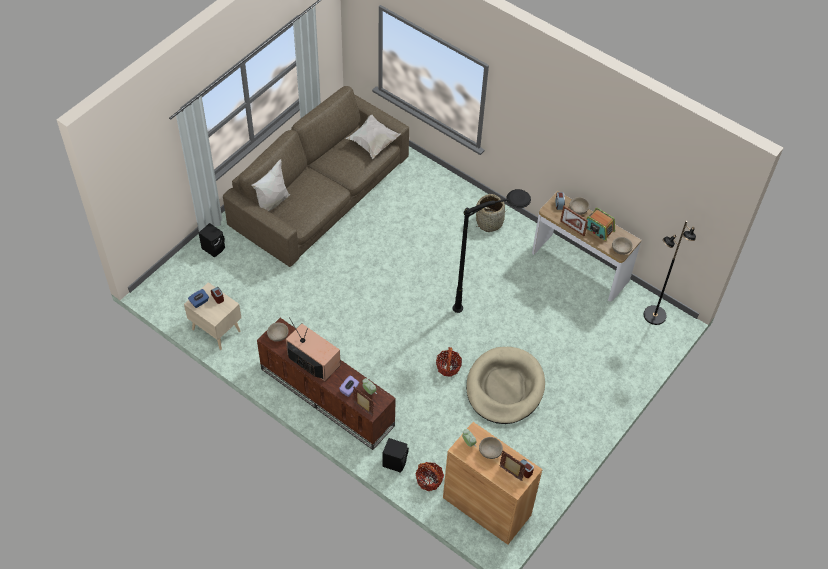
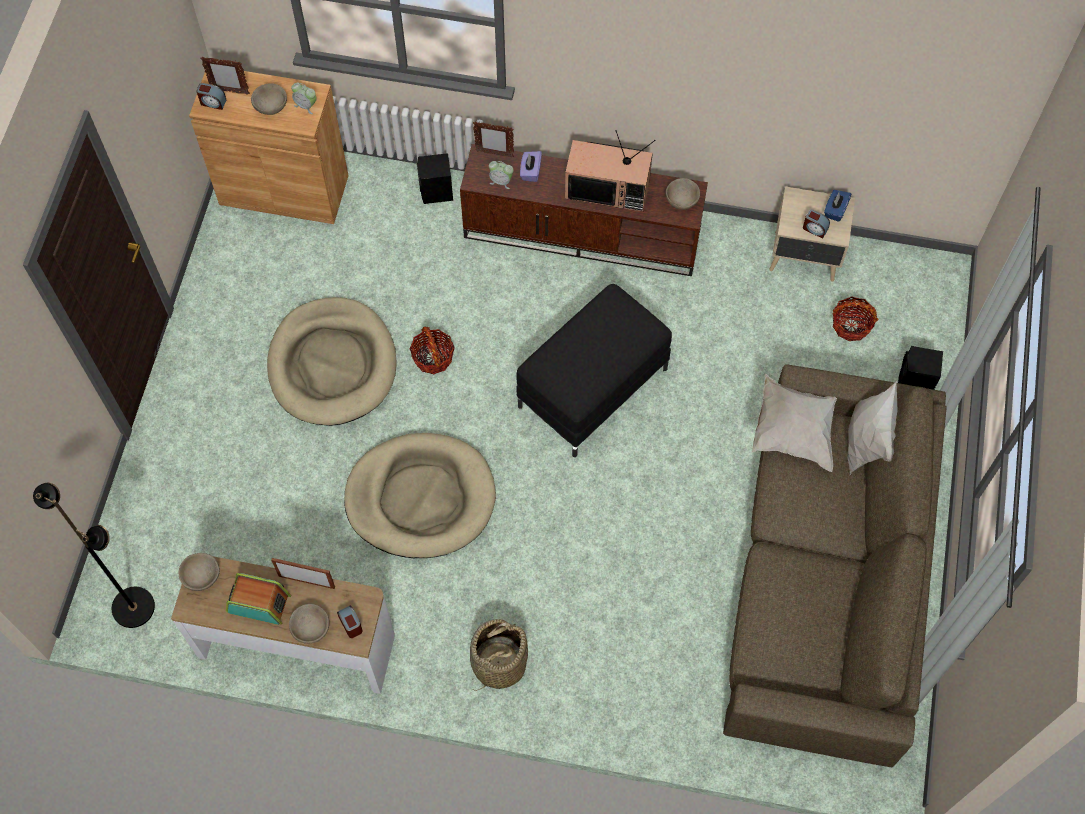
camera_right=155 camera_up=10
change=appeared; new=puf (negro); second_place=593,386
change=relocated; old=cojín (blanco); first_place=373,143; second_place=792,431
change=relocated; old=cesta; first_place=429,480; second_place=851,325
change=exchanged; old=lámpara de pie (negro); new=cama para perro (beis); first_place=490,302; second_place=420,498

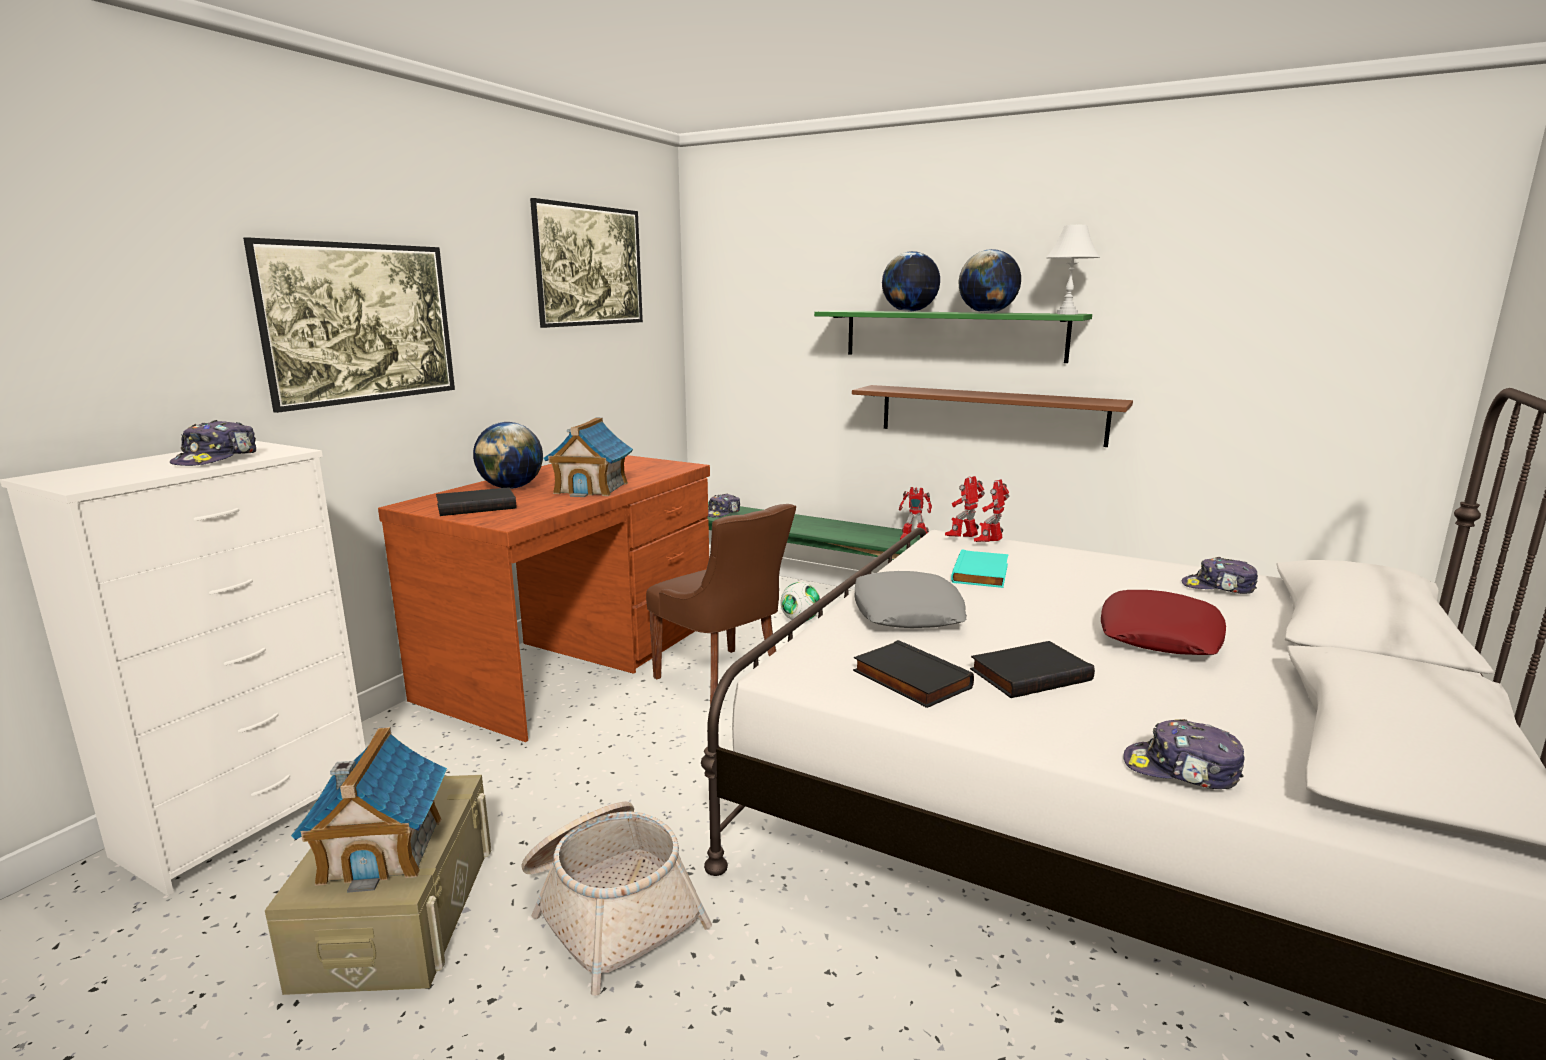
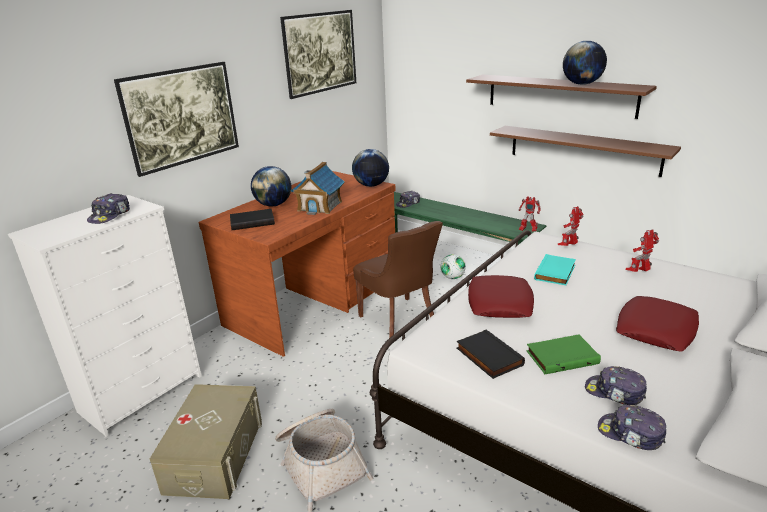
camera_right=10 camera_up=10
change=missing; old=casita; first_place=382,849
change=missing; old=lámpara de mesa (blanco); first_place=1067,314
change=relocated; old=globo terráqueo; first_place=909,311; second_place=371,185
change=relocated; old=robot de juguete; first_place=963,539; second_place=639,272
change=relocated; old=gorra; first_place=1218,588; second_place=614,392
change=colour; old=estante (verde); new=estante (marrón); first_place=953,335; second_place=560,95
change=colour; old=cojín (gris); new=cojín (rojo); first_place=906,612; second_place=499,303
change=colour; old=libro (negro); new=libro (verde); first_place=1029,674; second_place=561,356

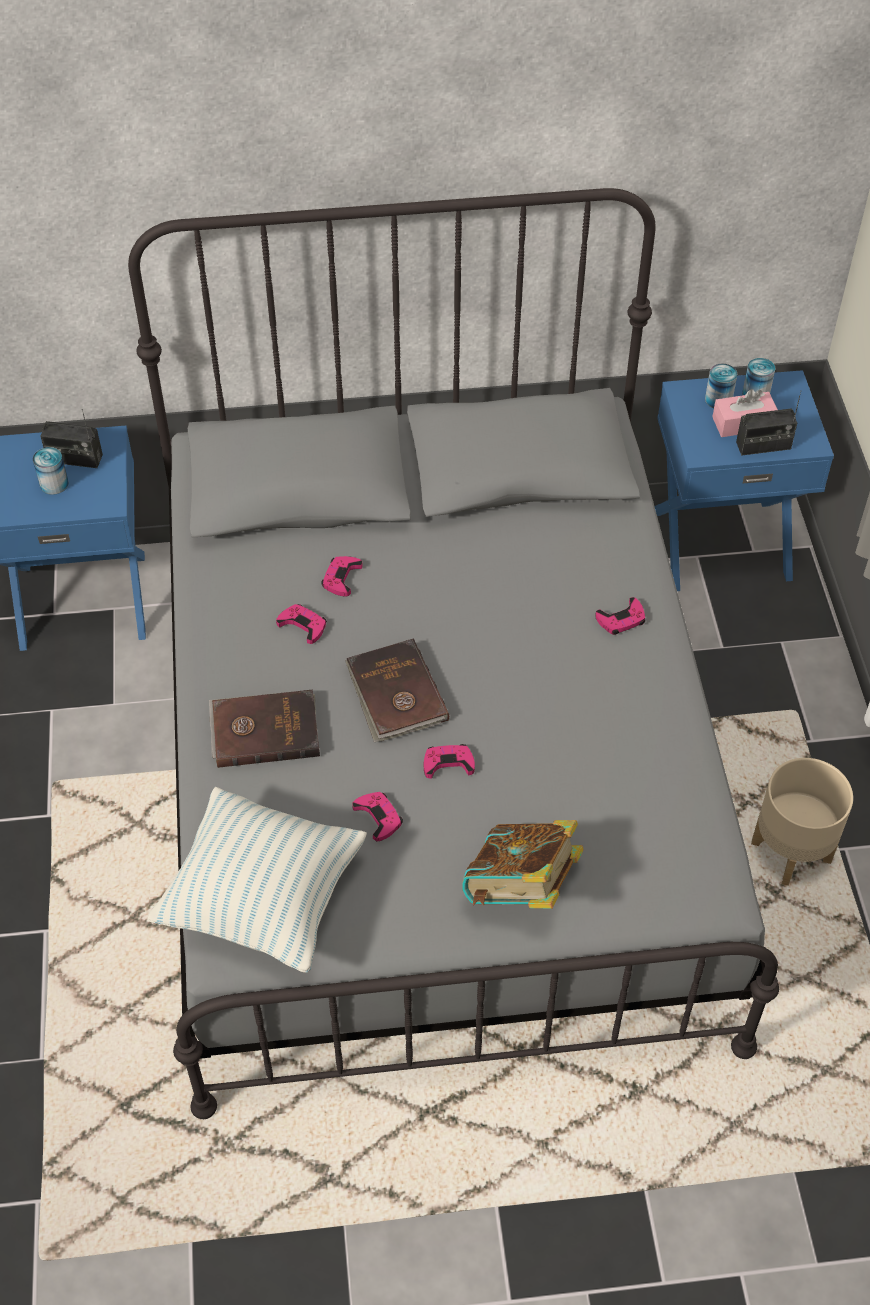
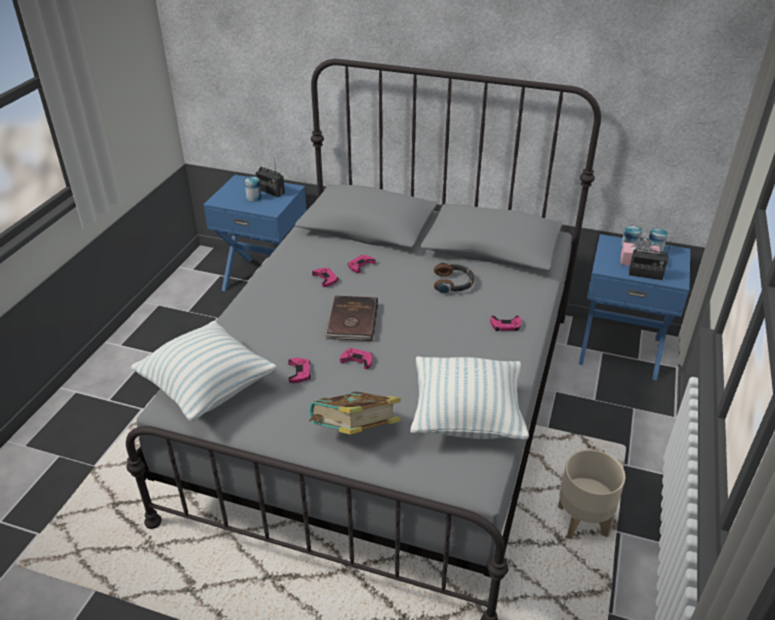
camera_right=25 camera_up=-15
change=missing; old=libro (marrón); first_place=264,730
change=appeared; new=cojín; second_place=466,417
change=appeared; new=auriculares; second_place=453,283

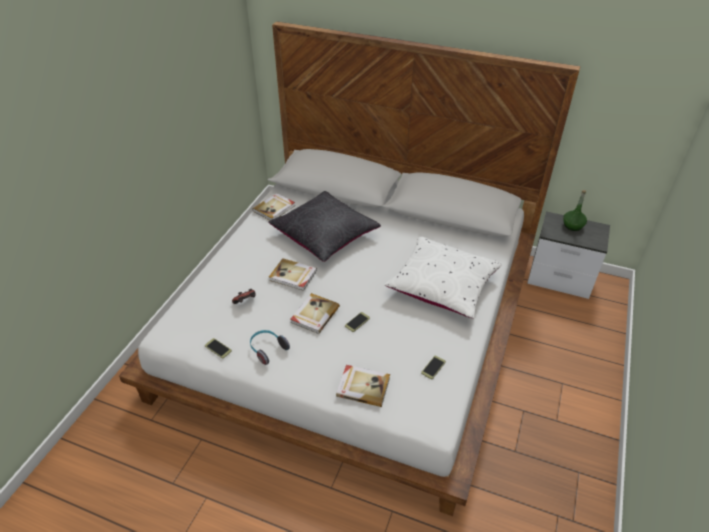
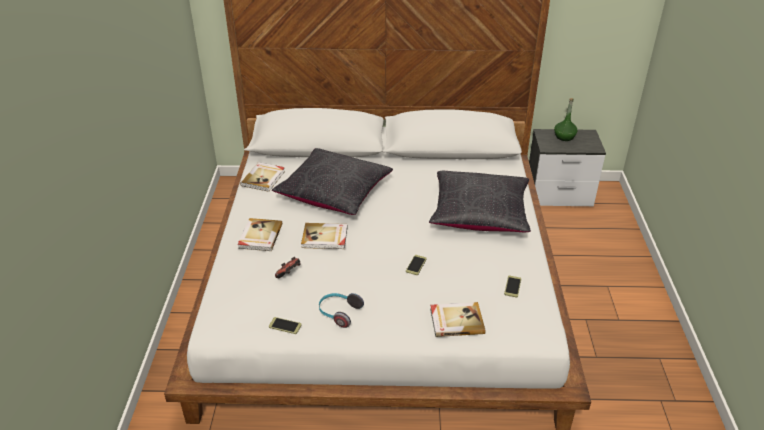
camera_right=-20 camera_up=-5
change=relocated; old=libro; first_place=314,314; second_place=259,236
change=colour; old=cojín (blanco); new=cojín (negro); first_place=442,286; second_place=479,213

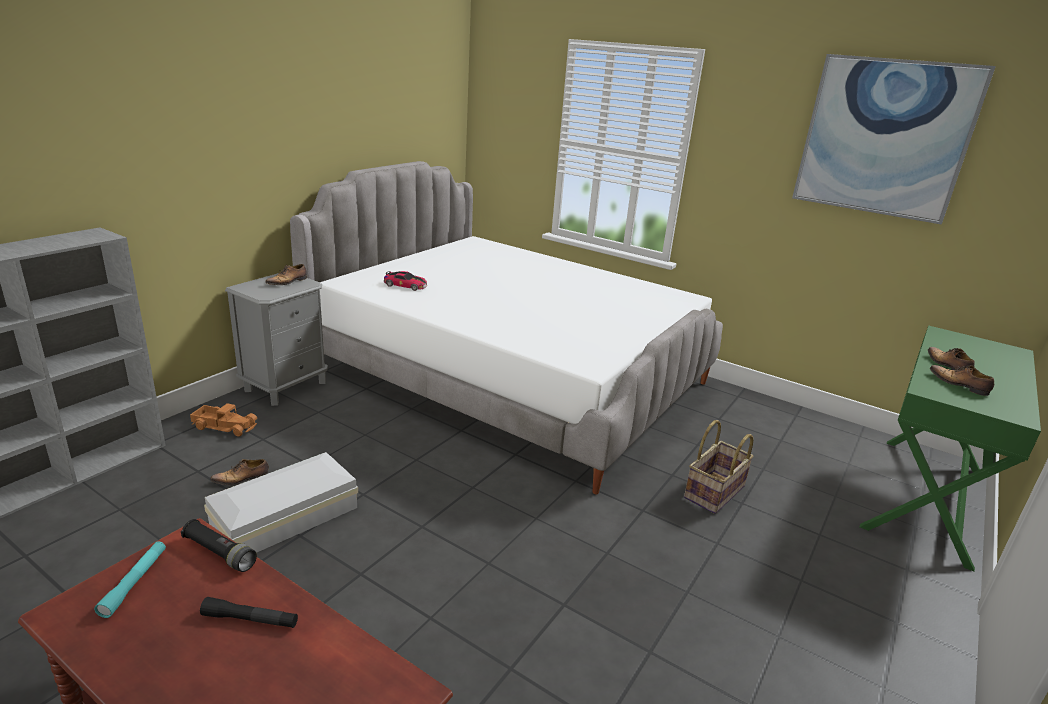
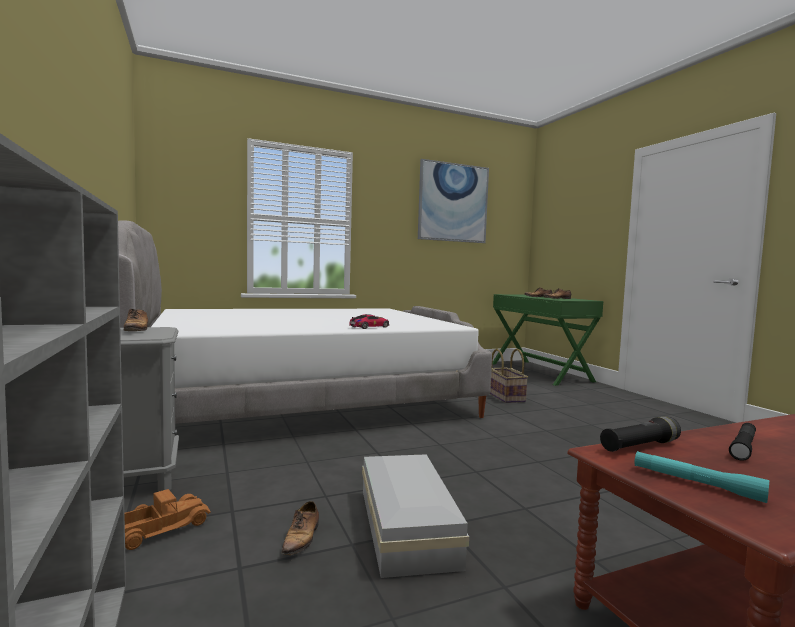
camera_right=-55 camera_up=-20
change=relocated; old=coche de juguete; first_place=405,285; second_place=369,327

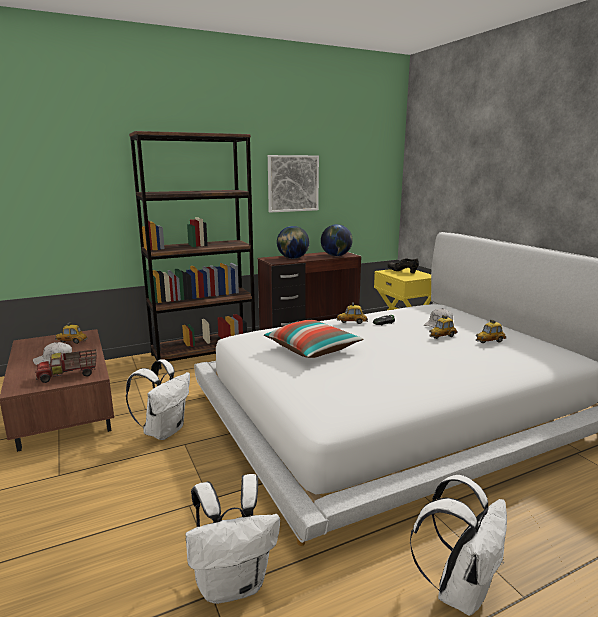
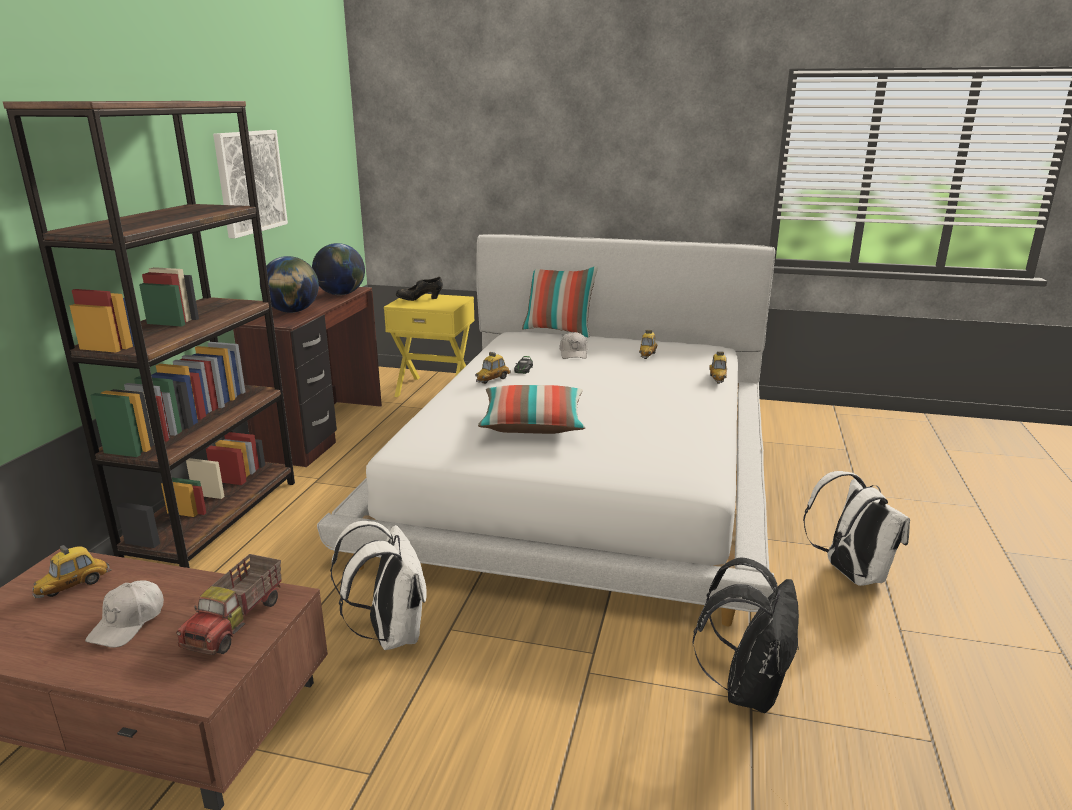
camera_right=-50 camera_up=5
change=appeared; new=cojín; second_place=559,331
change=relocated; old=coche de juguete; first_place=442,336; second_place=717,379
change=colour; old=mochila (blanco); new=mochila (negro); first_place=233,583; second_place=747,689

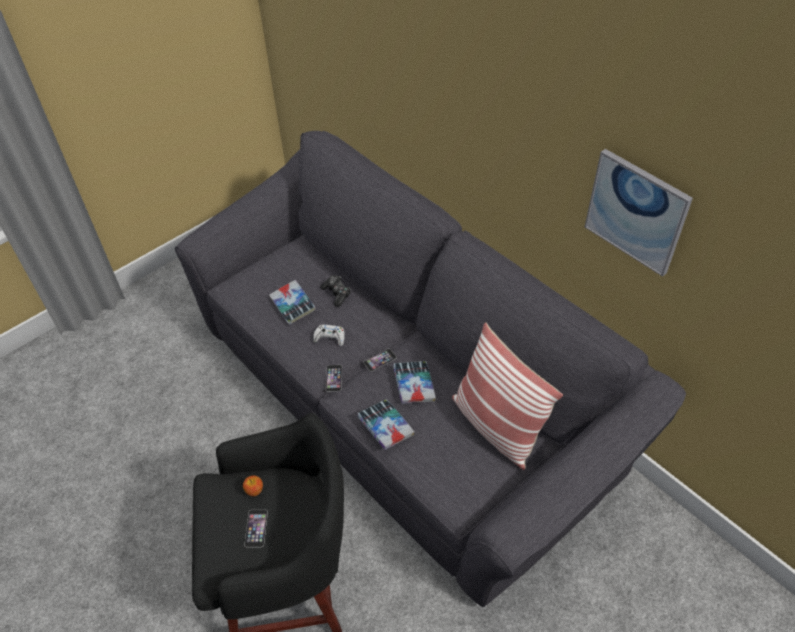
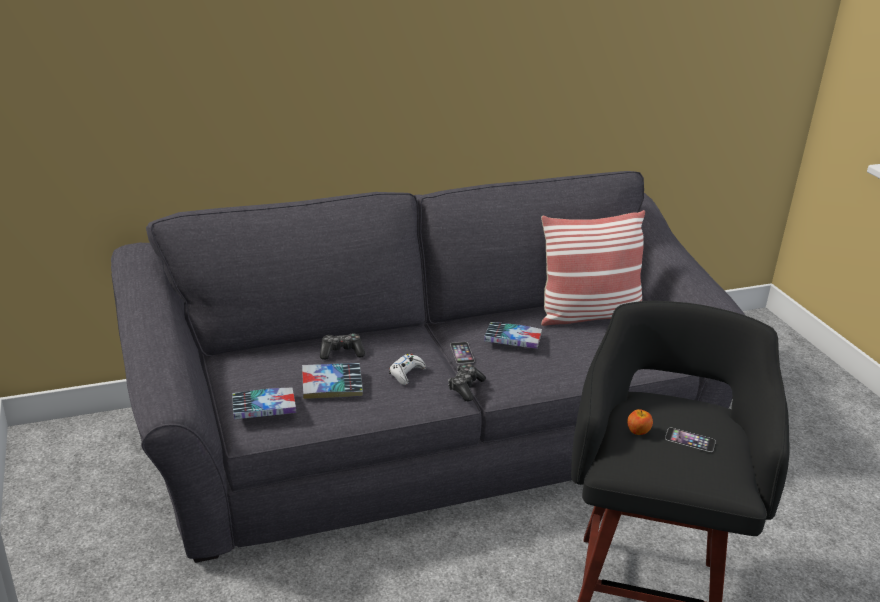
camera_right=-70 camera_up=-20
change=missing; old=cuadro; first_place=636,211
change=relocated; old=libro; first_place=385,427; second_place=264,409
change=exchanged; old=móvil; new=mando de consola; first_place=333,378; second_place=465,387

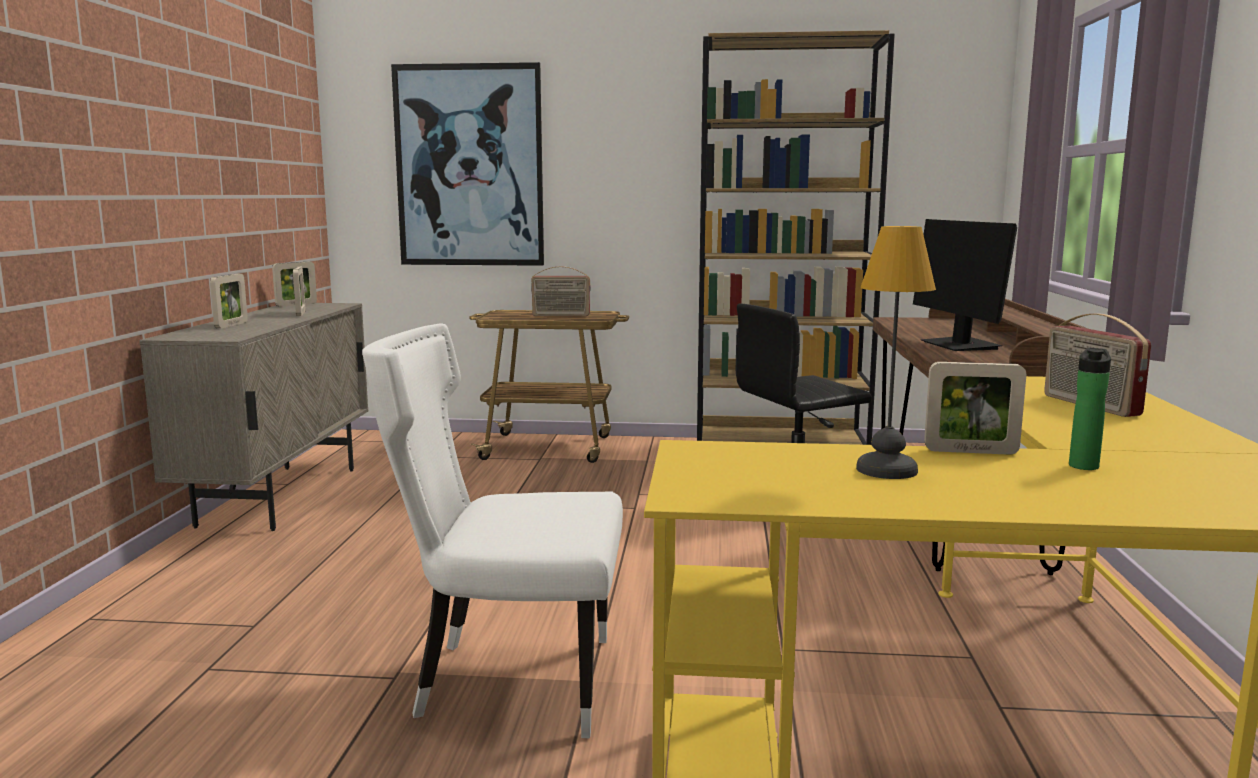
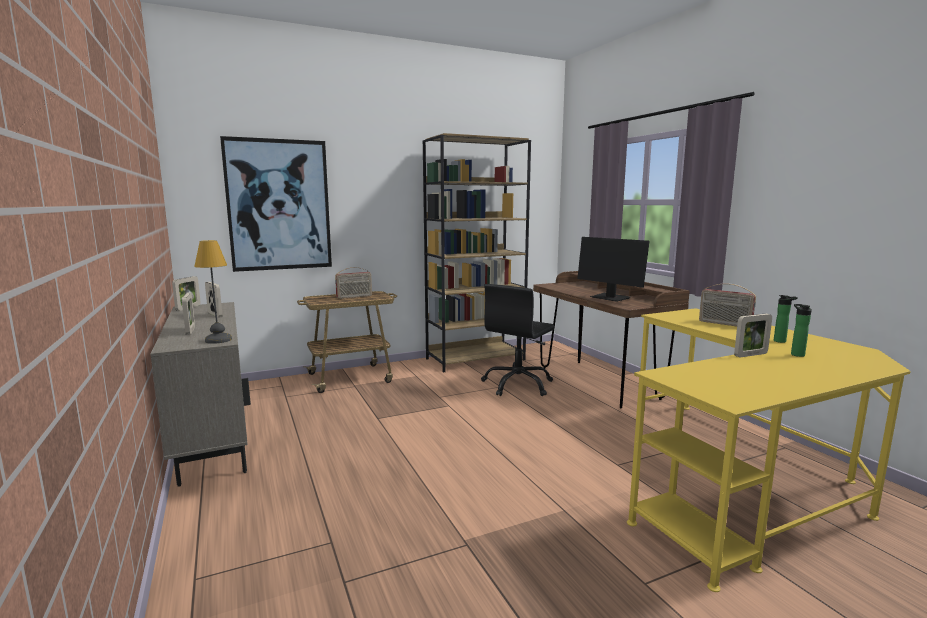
camera_right=-30 camera_up=0
change=missing; old=silla (blanco); first_place=507,681
change=appeared; new=botella; second_place=781,341
change=relocated; old=lámpara de mesa; first_place=888,469; second_place=219,340

